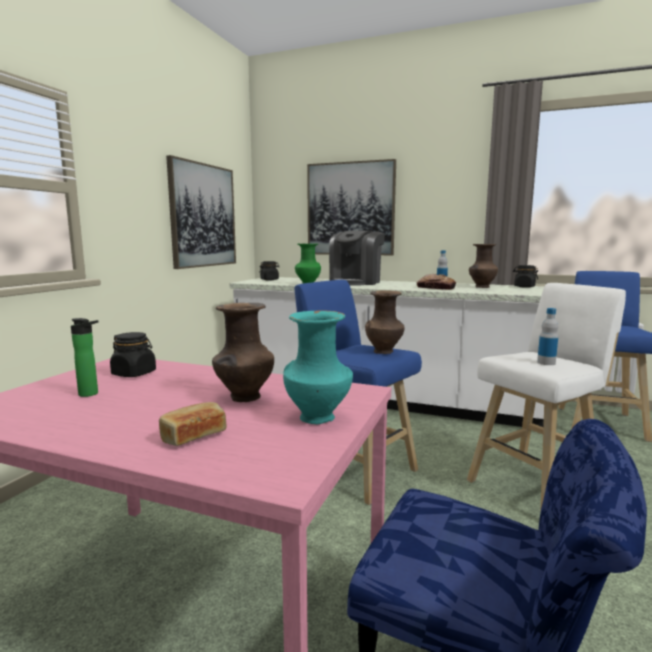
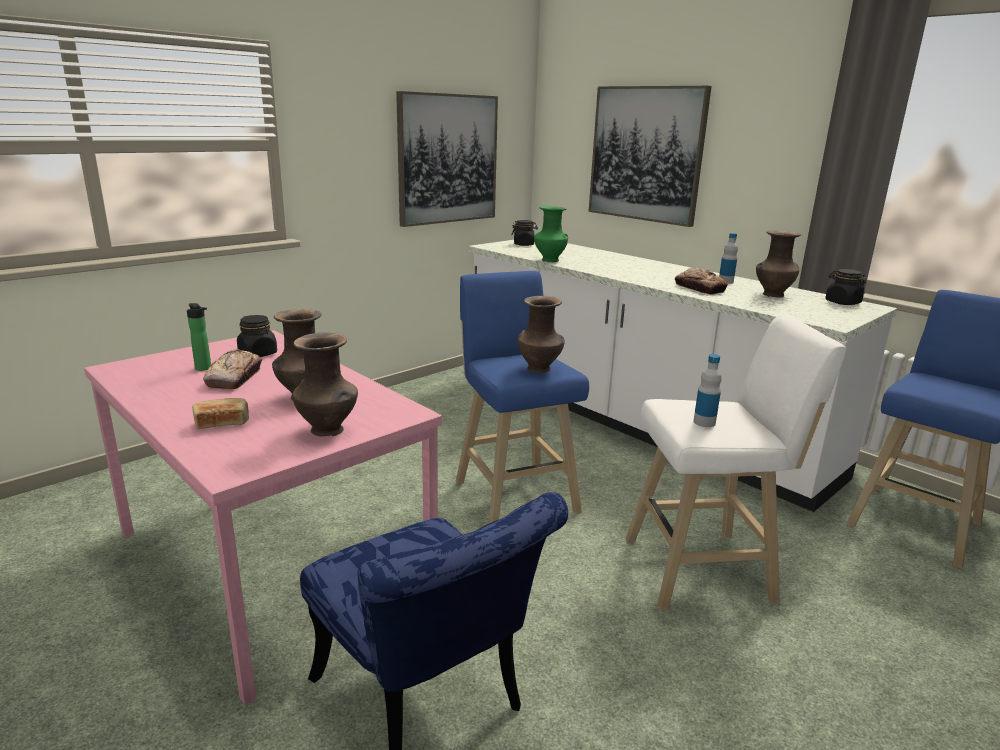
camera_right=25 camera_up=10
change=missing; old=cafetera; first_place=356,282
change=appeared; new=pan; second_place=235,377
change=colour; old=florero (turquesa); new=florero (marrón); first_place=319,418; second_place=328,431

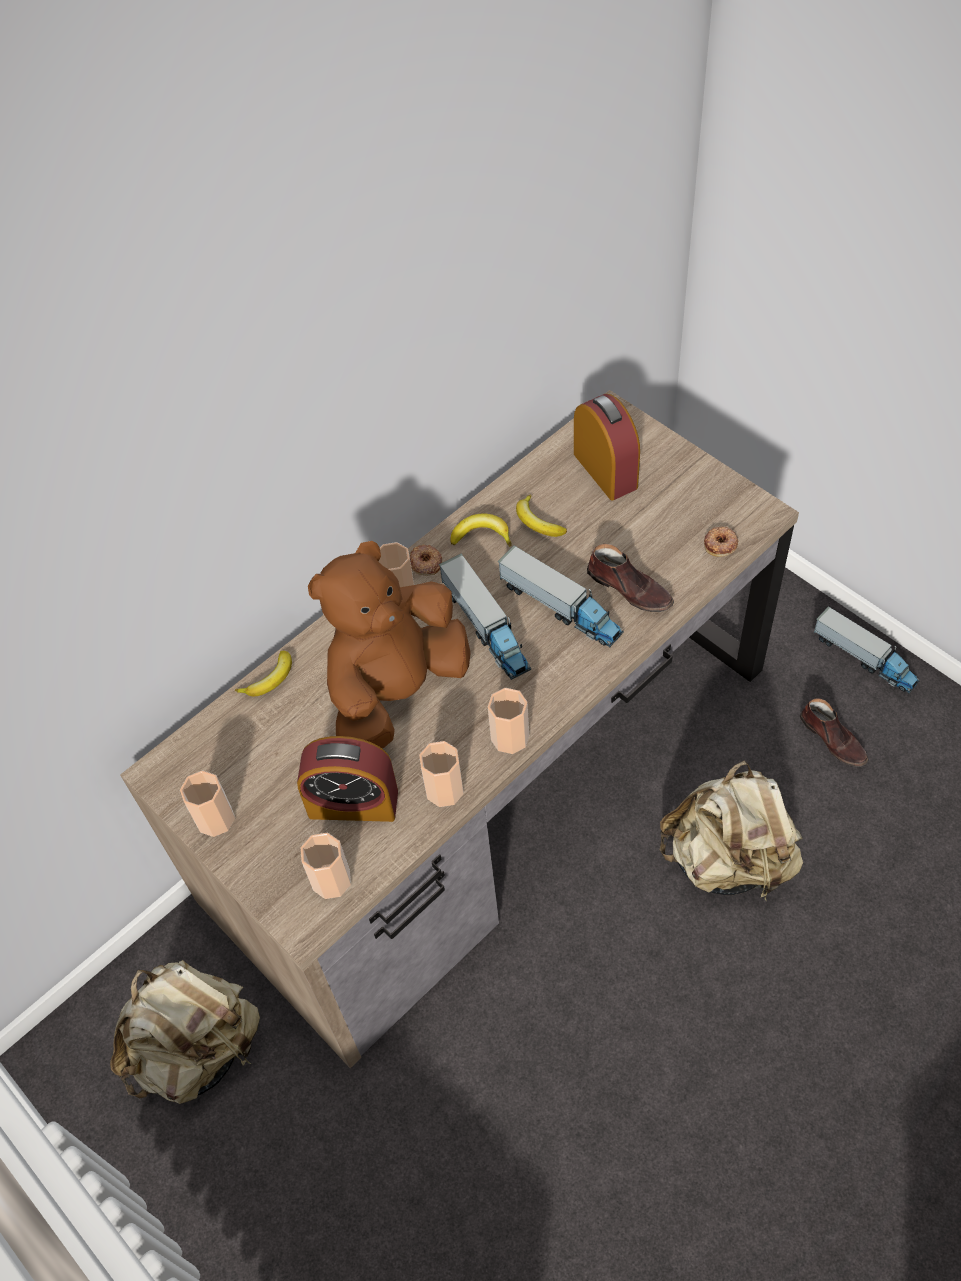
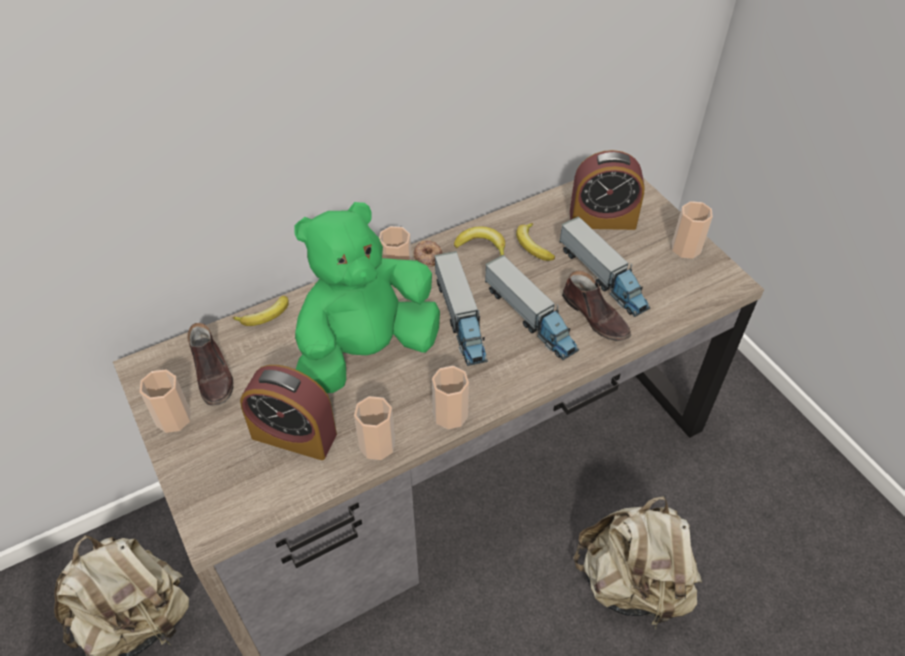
camera_right=10 camera_up=-5
change=missing; old=rosquilla; first_place=721,544
change=relocated; old=taza; first_place=331,880; second_place=686,248
change=relocated; old=zapato (marrón); first_place=833,739; second_place=213,374
change=relocated; old=camión de juguete; first_place=864,659; second_place=602,277
change=colour; old=peluche (marrón); new=peluche (verde); first_place=396,690; second_place=366,351
change=spun; old=despertador; first_place=605,470; second_place=602,219; degrees=105

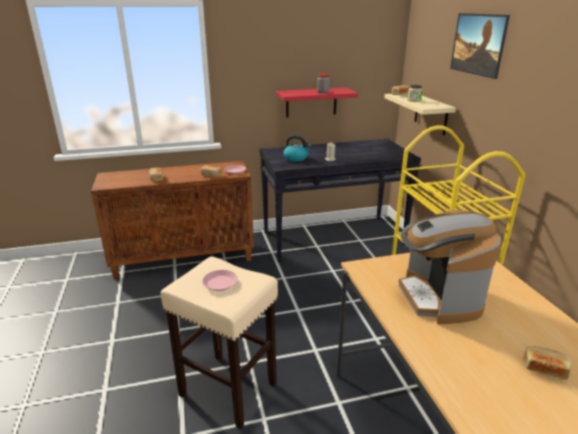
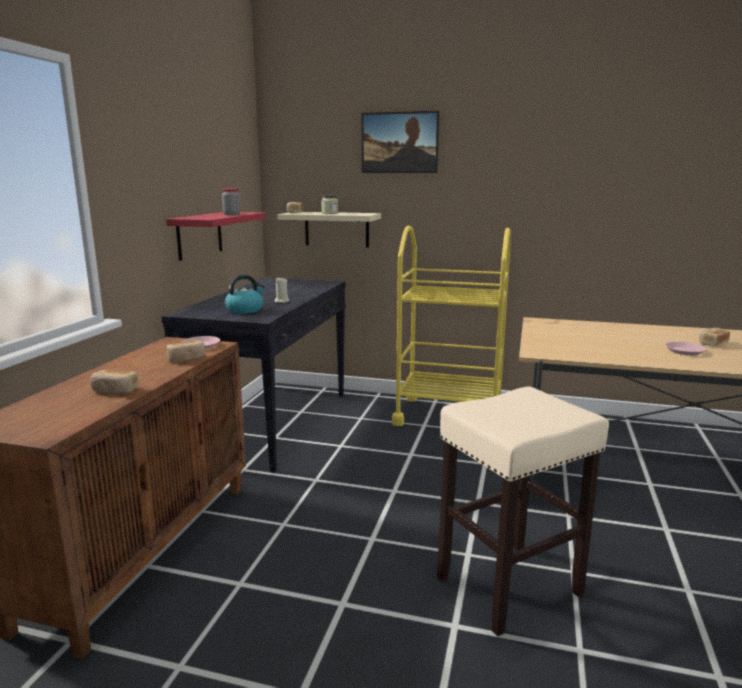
camera_right=-60 camera_up=-10
change=missing; old=cafetera; first_place=438,297
change=relocated; old=plato (rosa); first_place=220,283; second_place=684,351

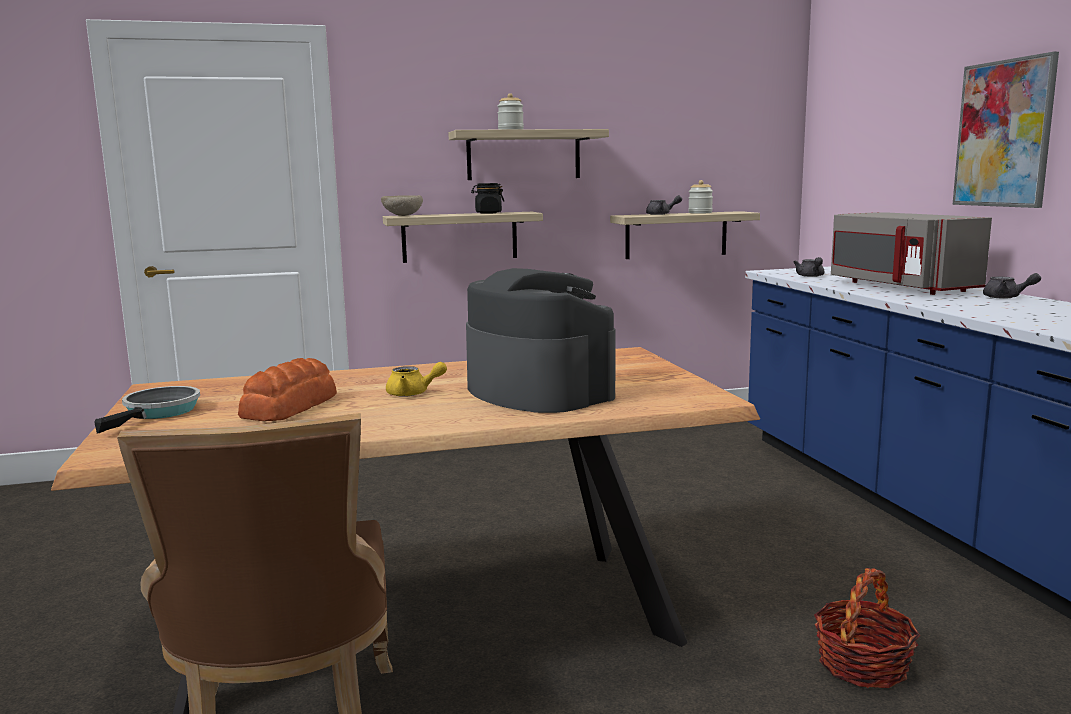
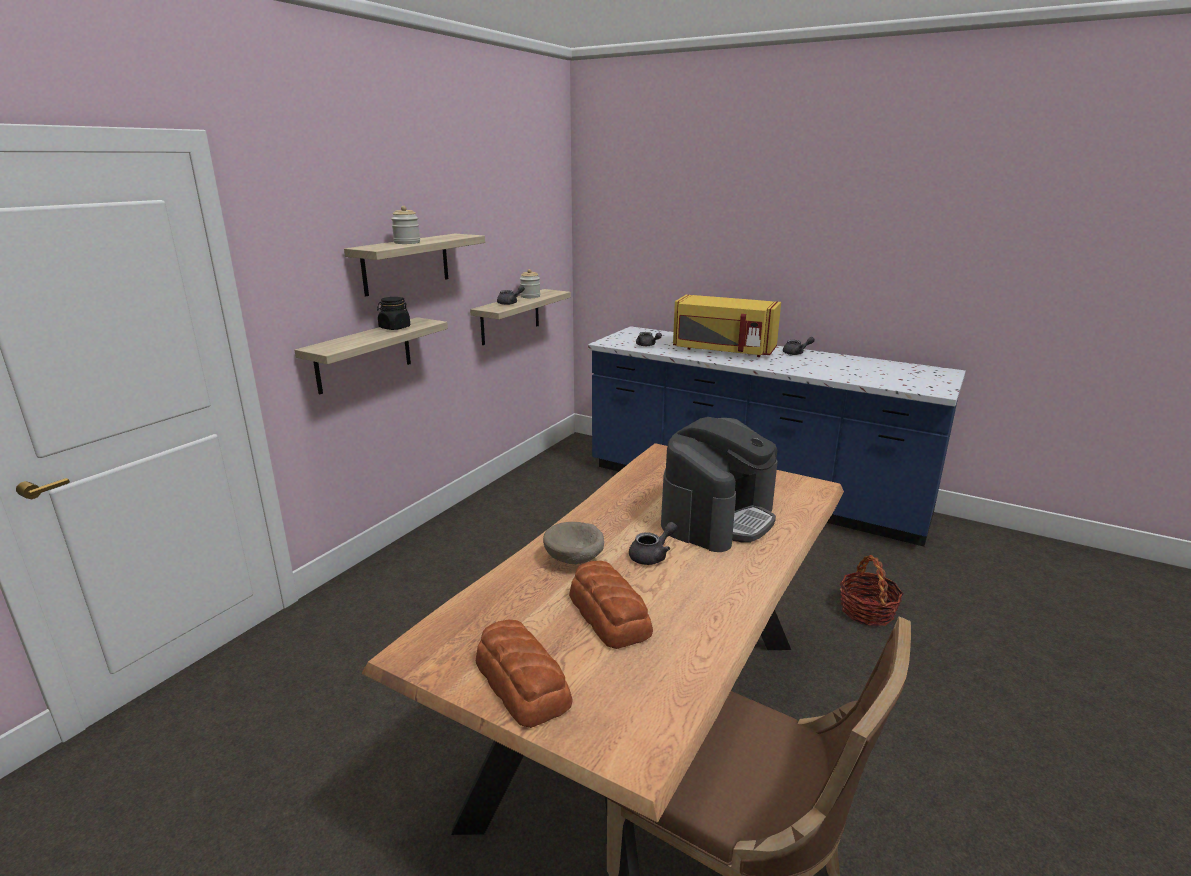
camera_right=-45 camera_up=10
change=missing; old=cuadro; first_place=1004,134
change=relocated; old=cuenco (beis); first_place=402,216; second_place=574,560
change=exchanged; old=sartén; new=pan; first_place=159,412; second_place=522,682
change=colour; old=tetera (amarillo); new=tetera (gris); first_place=413,394; second_place=652,556
change=colour; old=microondas (gris); new=microondas (amarillo); first_place=898,286; second_place=723,350
change=spun; old=cafetera; first_place=537,391; second_place=718,518; degrees=120

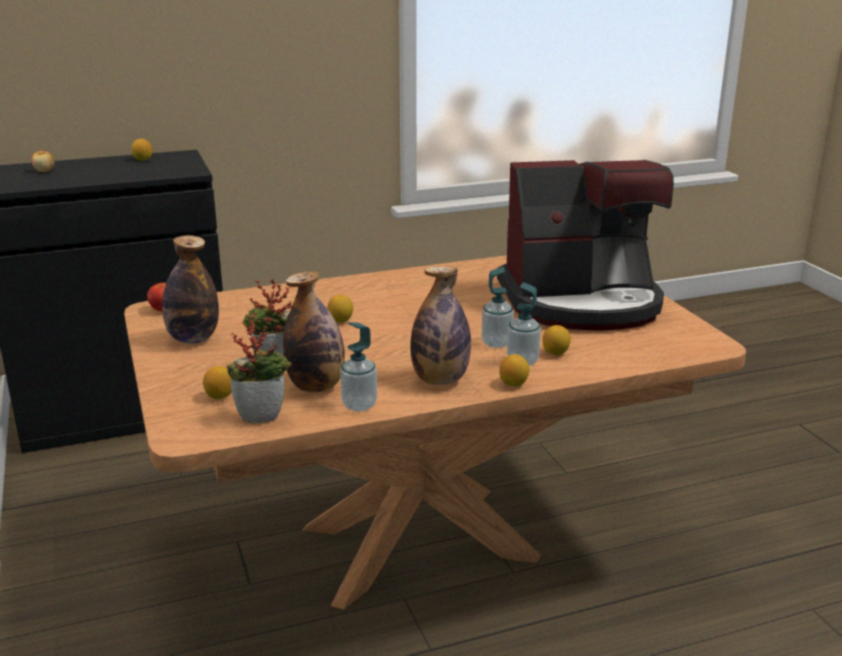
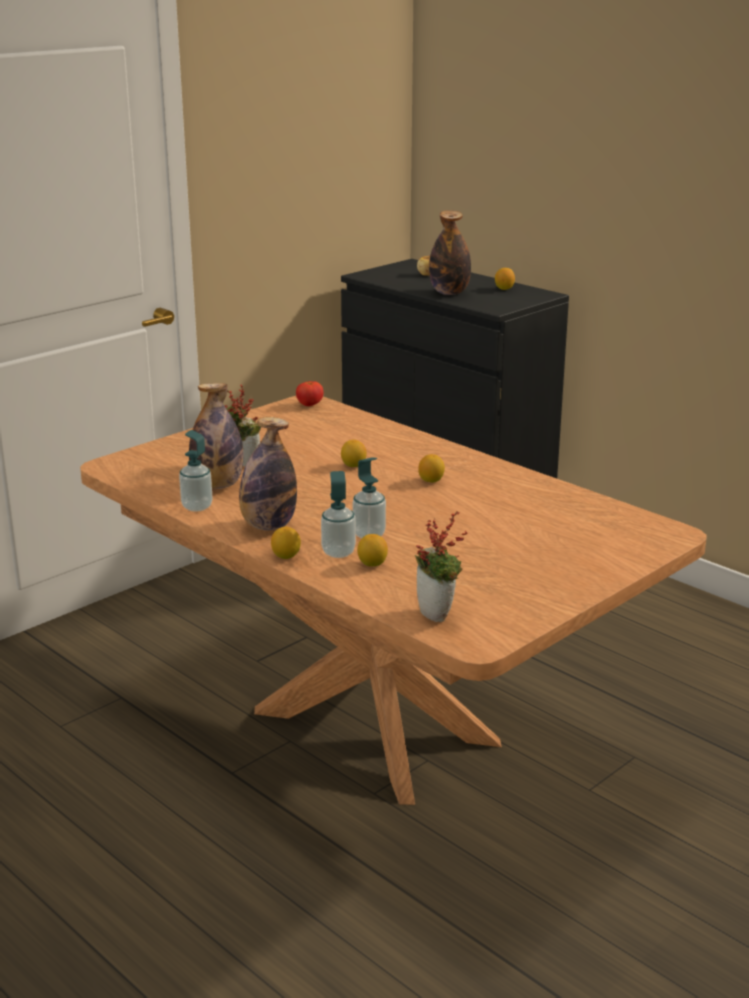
camera_right=65 camera_up=0
change=missing; old=cafetera; first_place=582,302
change=relocated; old=botella; first_place=193,339; second_place=449,293
change=relocated; old=limón; first_place=220,396; second_place=431,481
change=relocated; old=planta en maceta; first_place=263,416; second_place=438,614

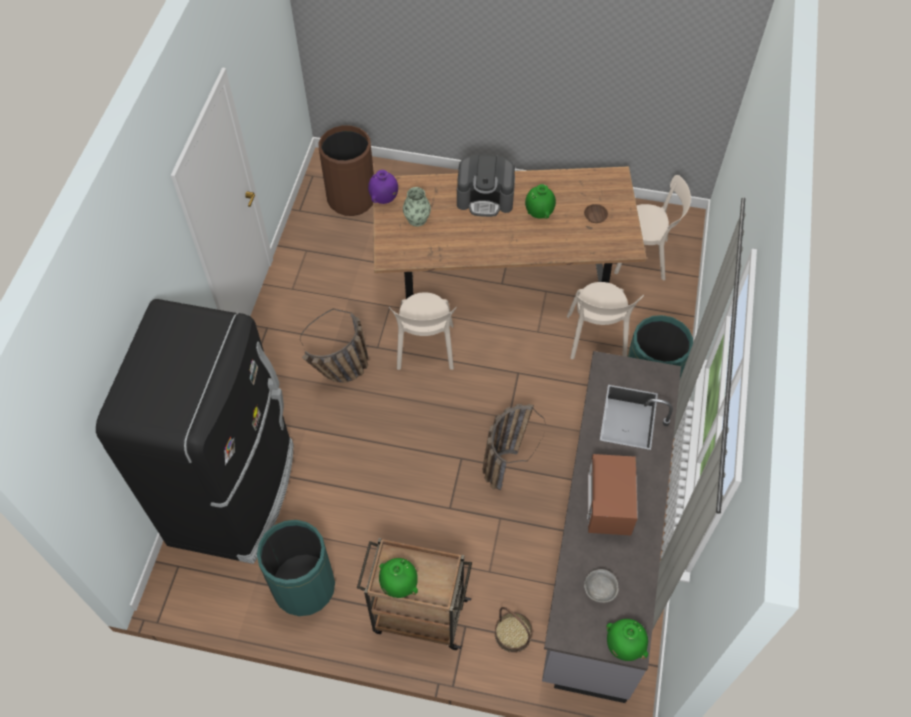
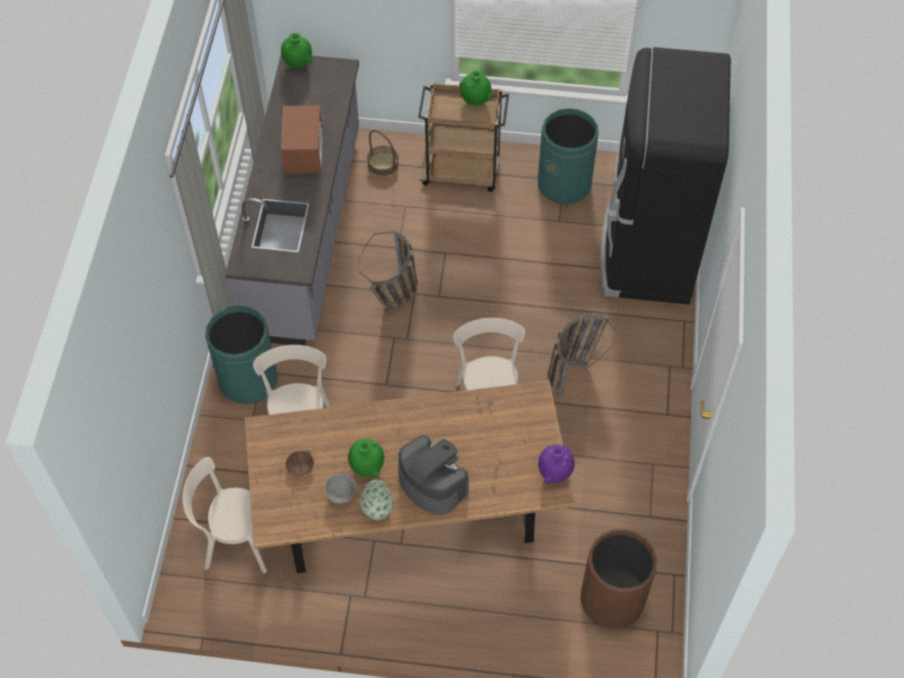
camera_right=175 camera_up=0
change=relocated; old=florero; first_place=417,219; second_place=377,509
change=relocated; old=cuenco (gris); first_place=599,591; second_place=341,493
change=spun; old=cafetera; first_place=485,198; second_place=432,483; degrees=45

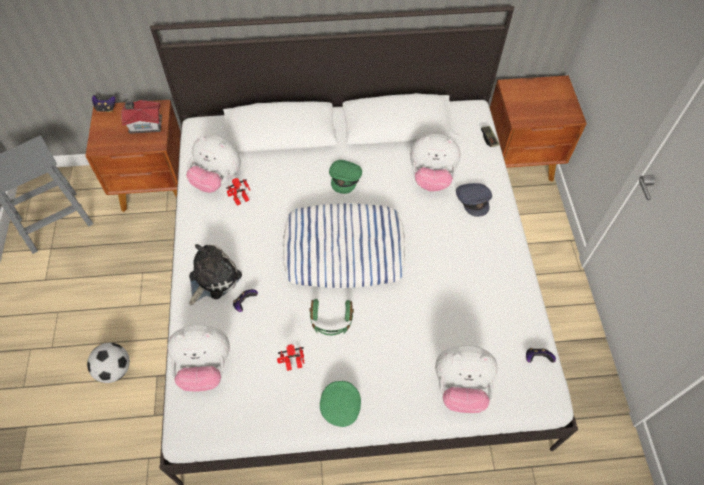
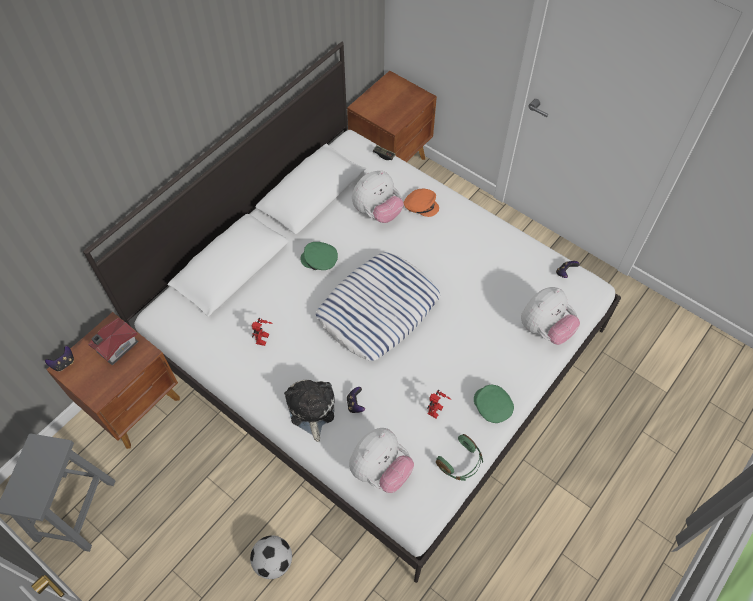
camera_right=-45 camera_up=0
change=missing; old=peluche; first_place=217,179
change=relocated; old=auriculares (verde); first_place=331,321; second_place=460,462
change=colour; old=gorra (gris); new=gorra (naranja); first_place=473,200; second_place=421,205
change=spun; old=gorra (verde); first_place=345,178; second_place=319,260; degrees=135

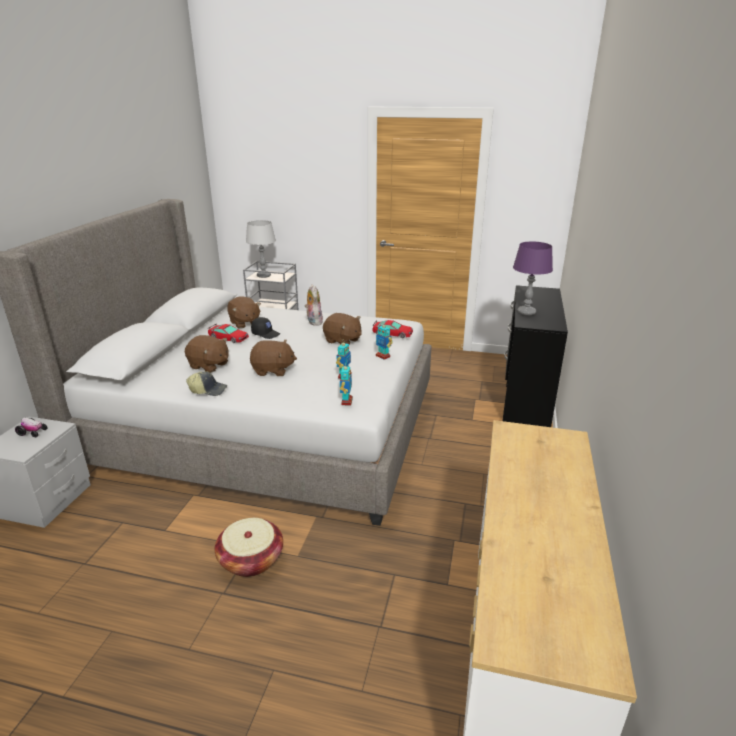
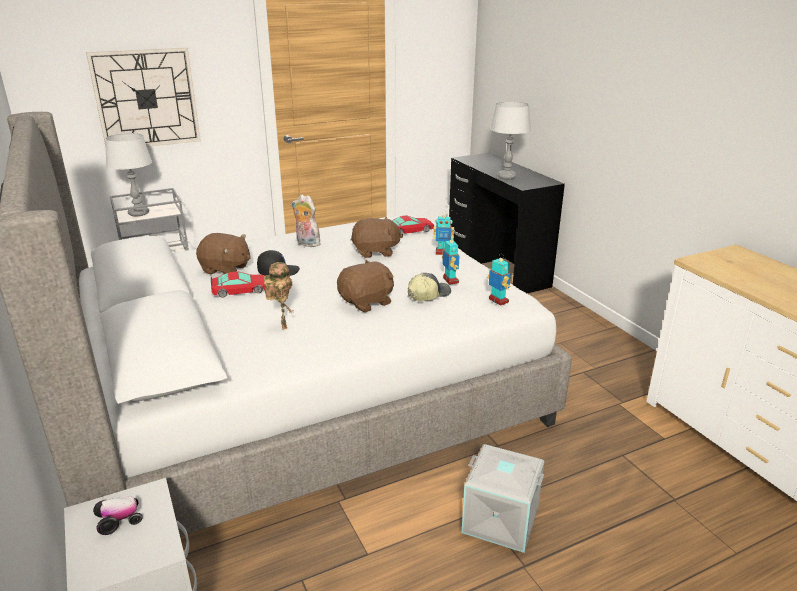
camera_right=-40 camera_up=0
change=appeared; new=reloj de pared; second_place=146,98
change=relocated; old=gorra; first_place=208,390; second_place=428,294
change=exchanged; old=peluche (marrón); new=robot de juguete; first_place=209,365; second_place=282,325
change=exchanged; old=cesta; new=caja de almacenaje (gris); first_place=251,559; second_place=499,520
change=colour; old=lámpara de mesa (morado); new=lámpara de mesa (gris); first_place=526,312; second_place=506,177

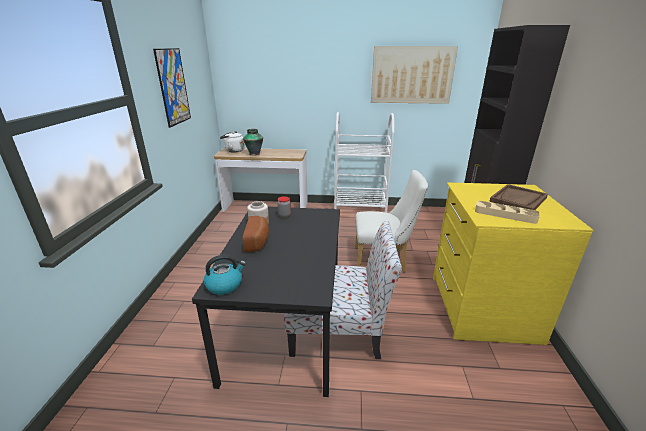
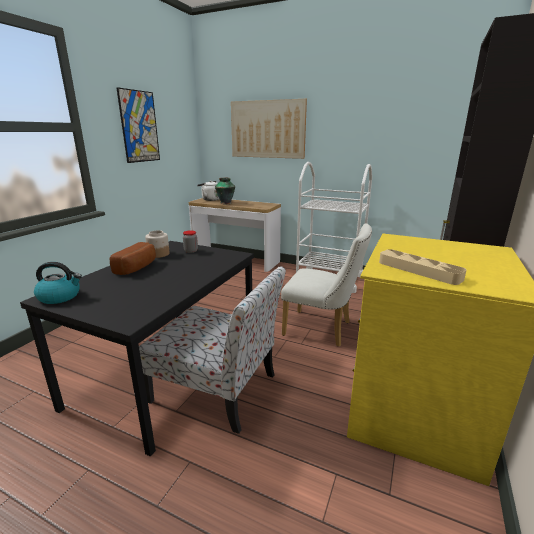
camera_right=20 camera_up=-5
change=missing; old=bandeja (marrón); first_place=518,200
change=relocated; old=cuadro; first_place=412,75; second_place=267,129

